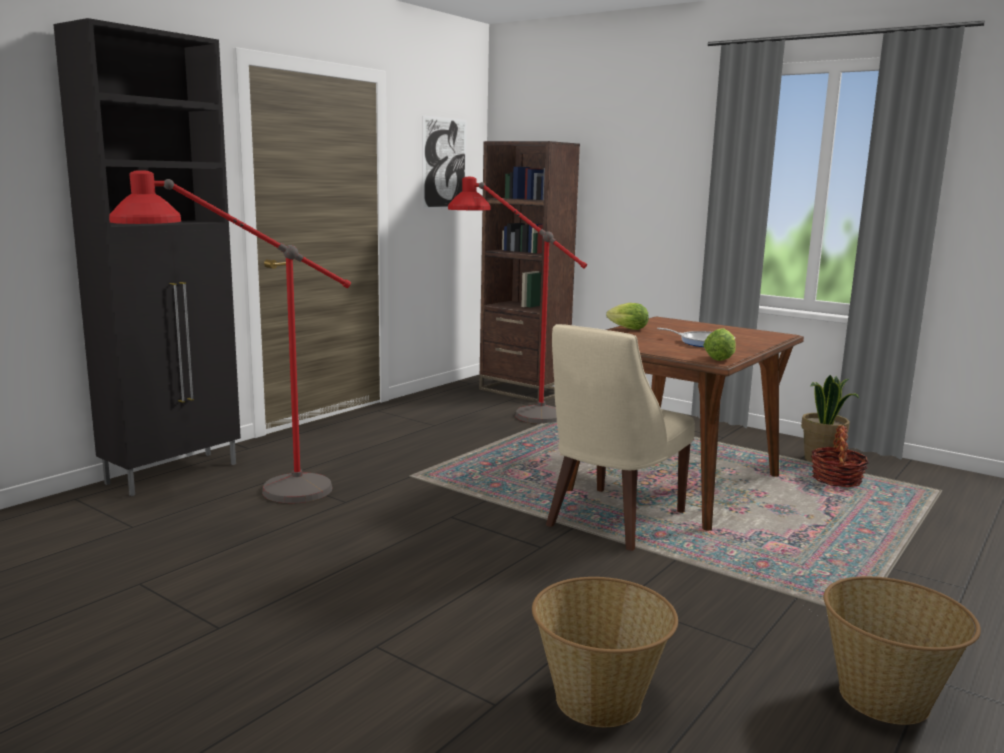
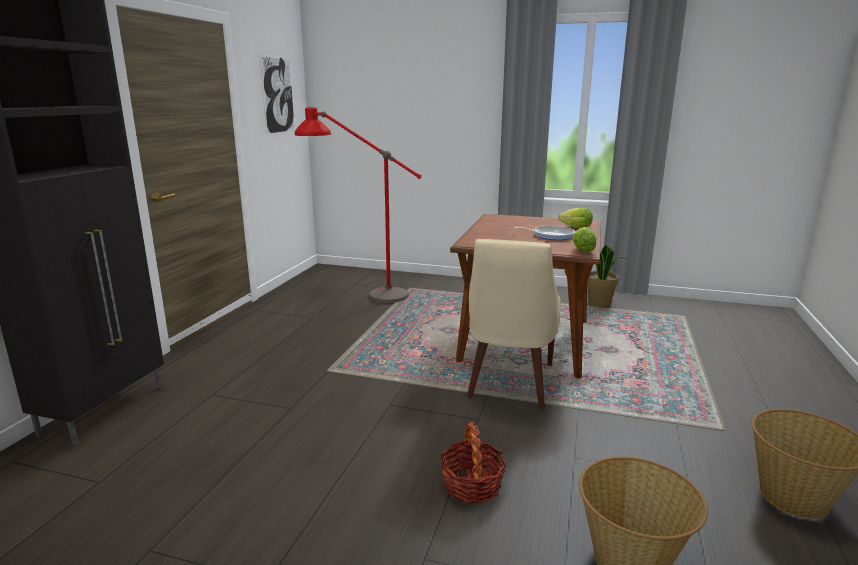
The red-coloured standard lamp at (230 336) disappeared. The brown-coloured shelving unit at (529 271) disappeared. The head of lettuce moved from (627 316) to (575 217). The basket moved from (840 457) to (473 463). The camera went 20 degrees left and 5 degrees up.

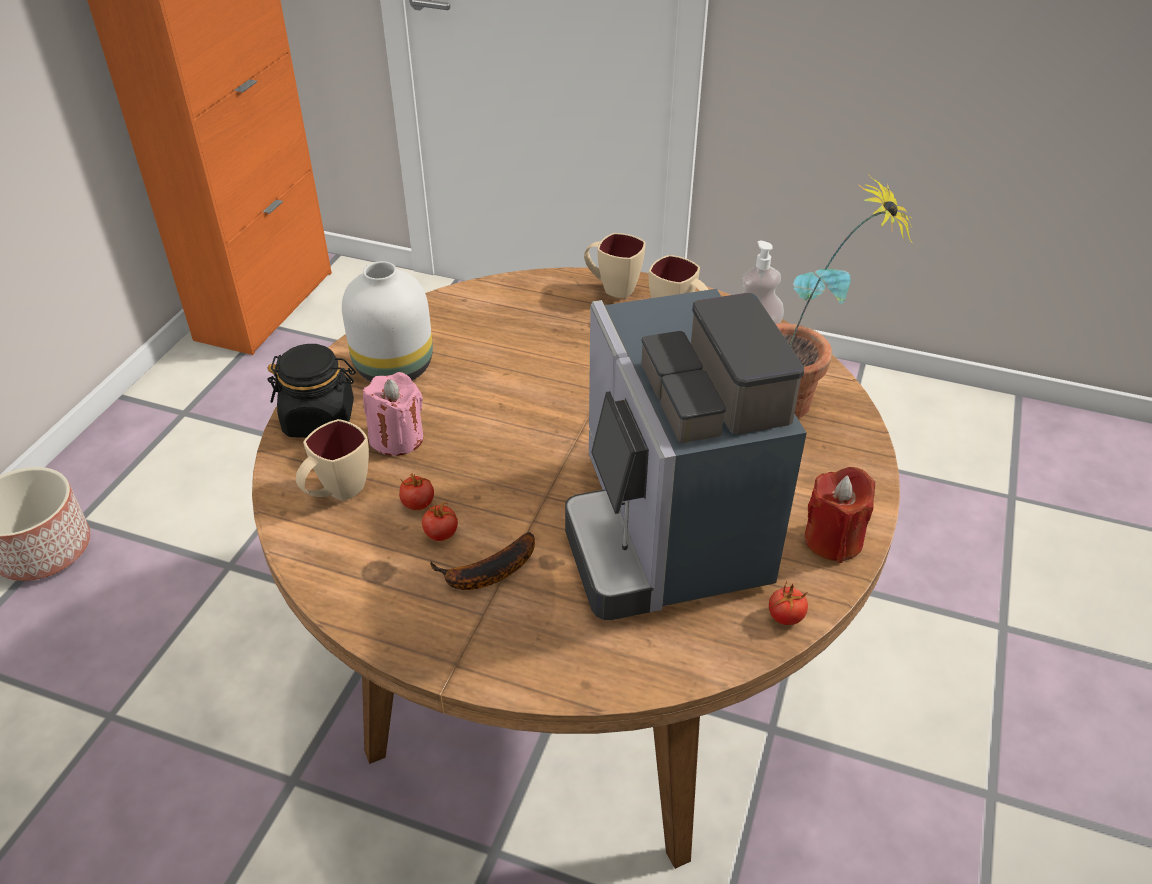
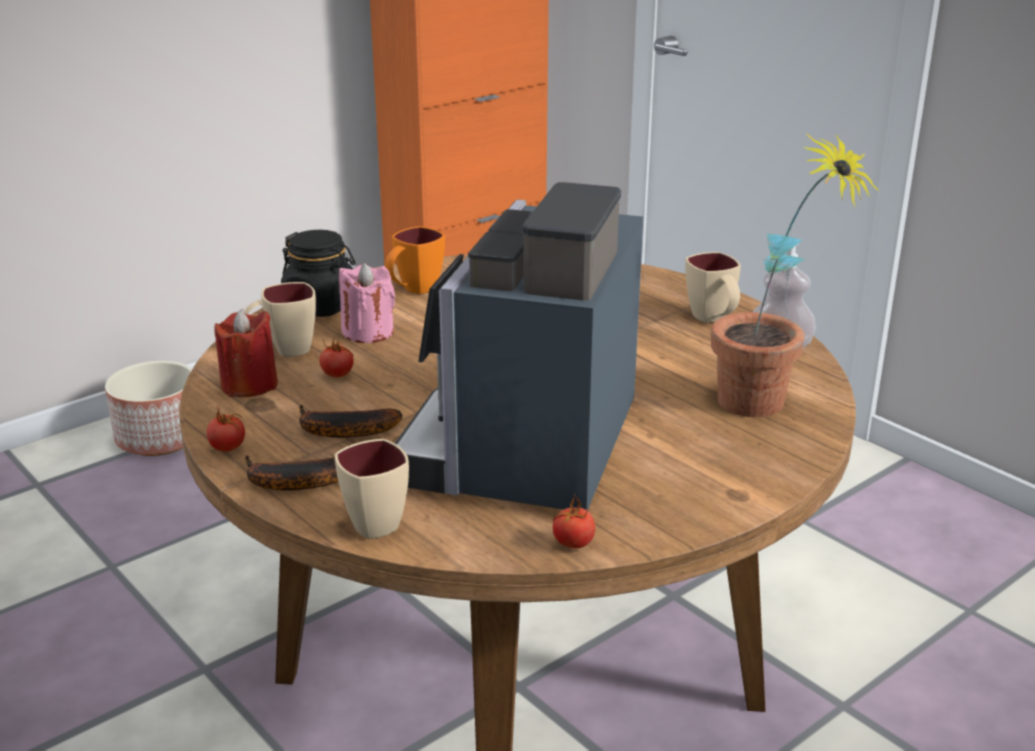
The banana fruit at (292 472) appeared. The whole tomato moved from (440 521) to (226 428). The sand-coloured mug moved from (615 266) to (372 489). The red-coloured wax candle moved from (840 515) to (246 352). The white-coloured vase at (387 321) was replaced by the orange-coloured mug at (415 260). The camera went 30 degrees right and 15 degrees down.

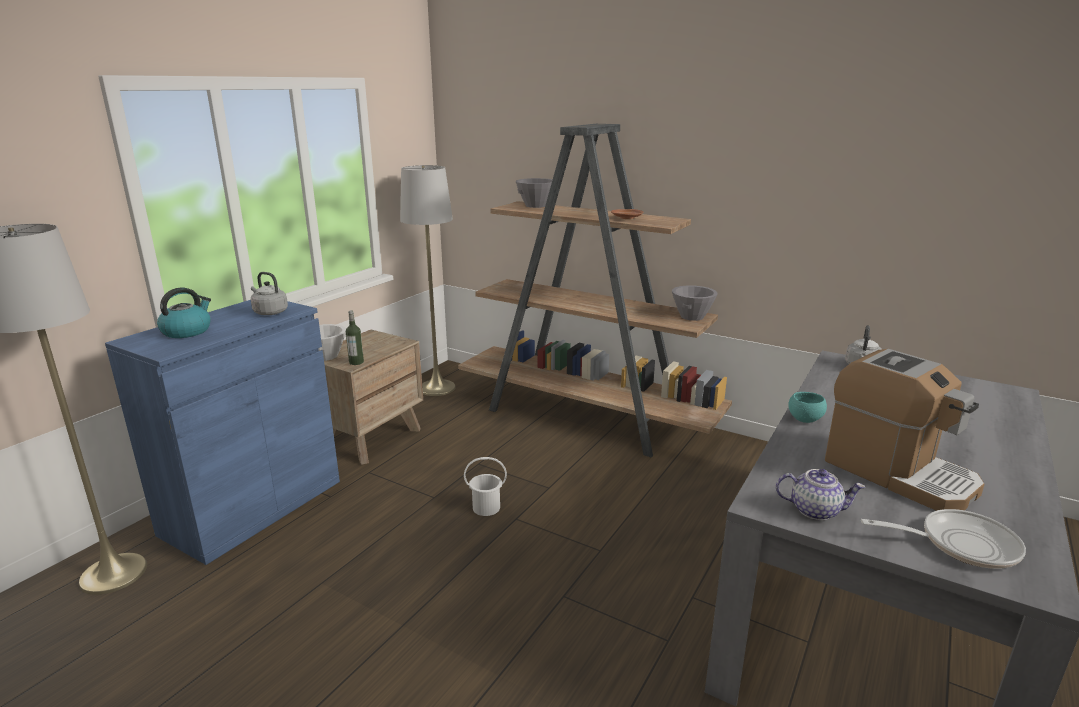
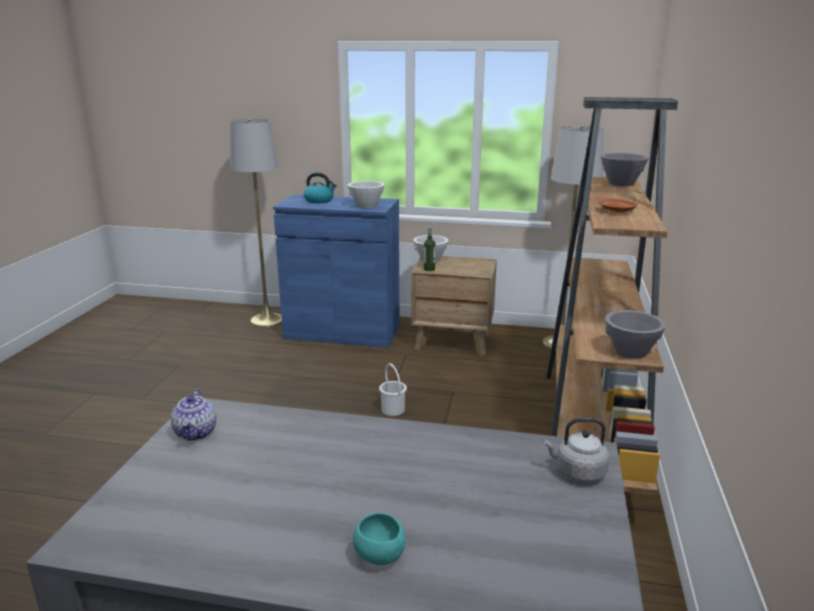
The coffee brewer at (905 430) disappeared. The frying pan at (943 539) disappeared. The turquoise deep dish moved from (807 407) to (379 538). The gray kettle at (269 293) was replaced by the white-coloured deep dish at (366 194). The camera went 70 degrees right and 0 degrees up.

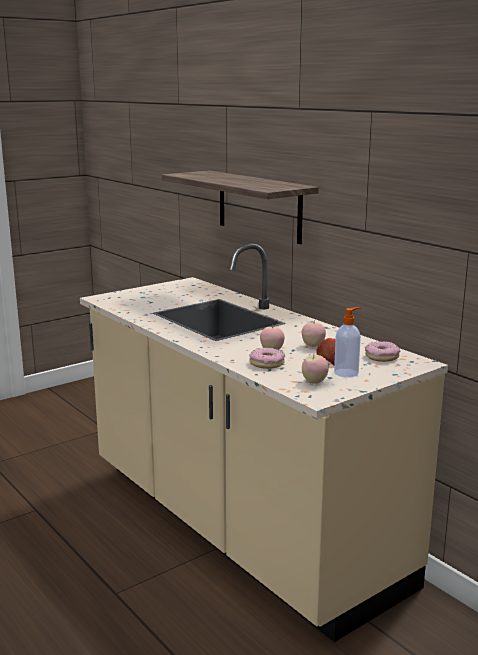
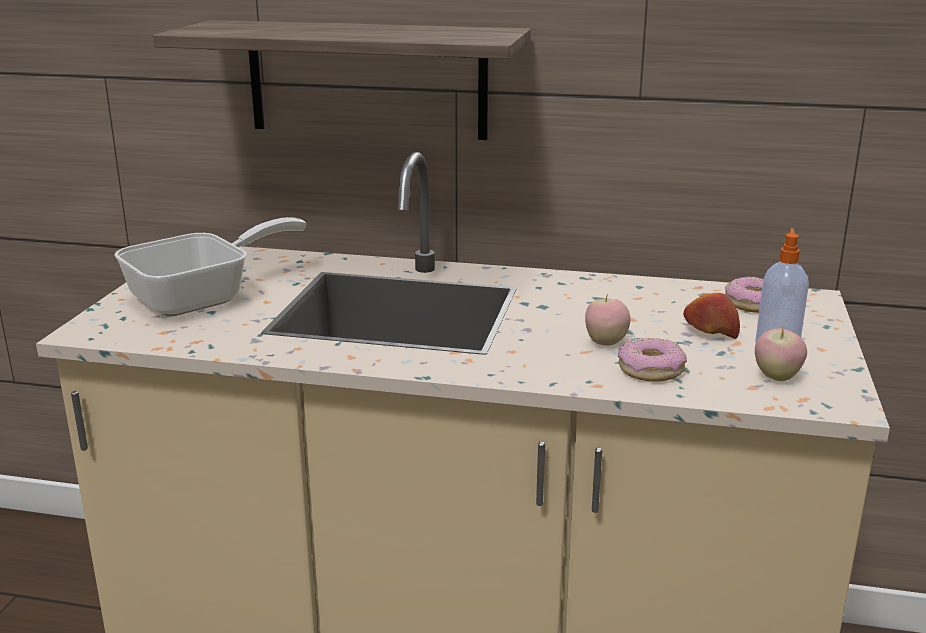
The apple at (314 333) disappeared. The frying pan at (210 267) appeared. The camera went 40 degrees left and 5 degrees up.

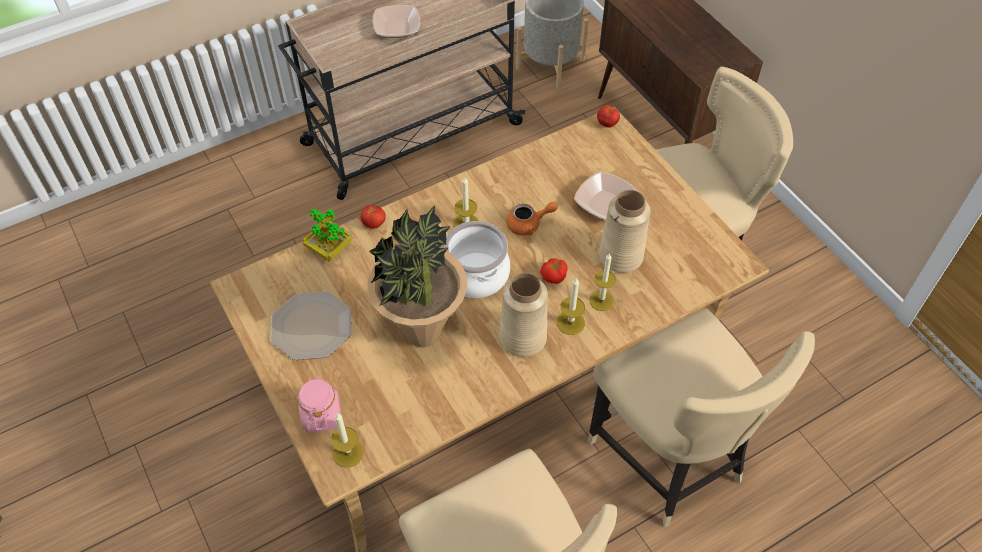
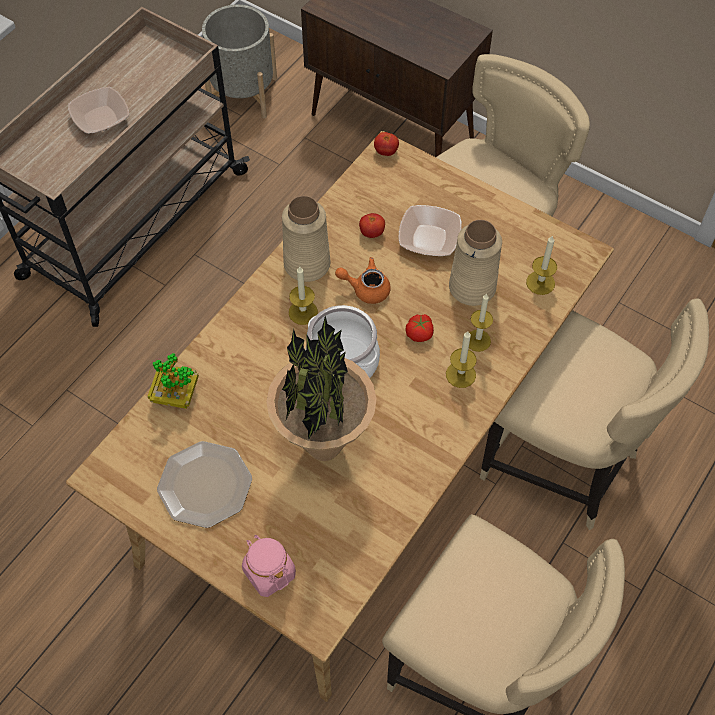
The wax candle moved from (347 440) to (541 265). The whole tomato moved from (373 216) to (372 225). The sand-coloured vase moved from (523 315) to (306 239). The orange-coloured teapot at (532 218) turned 135 degrees counterclockwise. The camera went 25 degrees left and 5 degrees up.

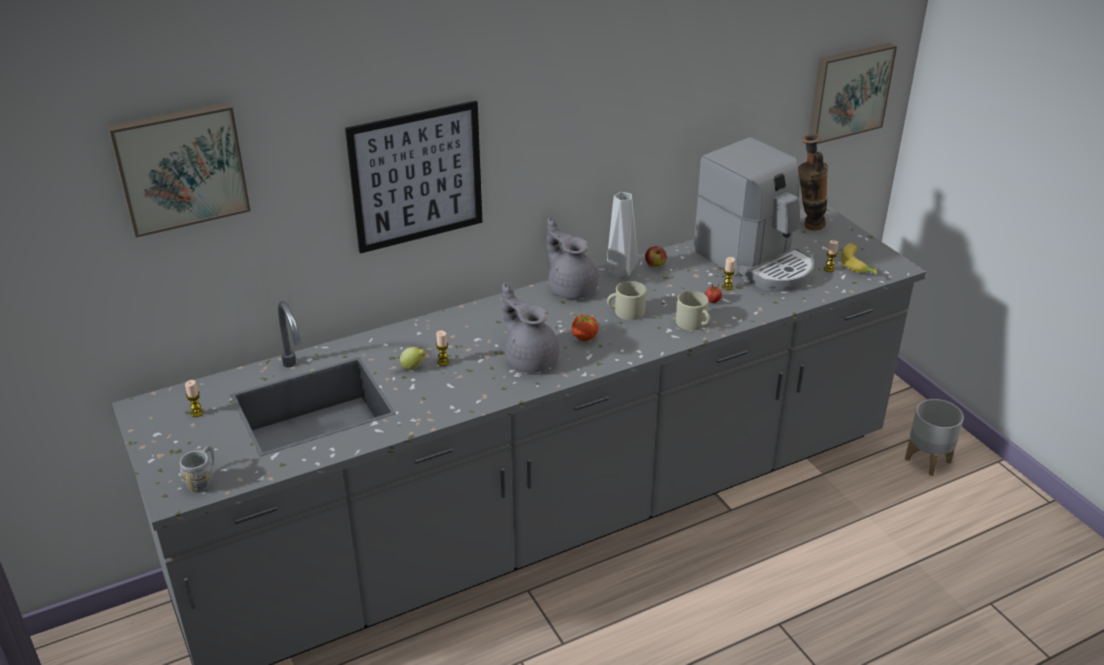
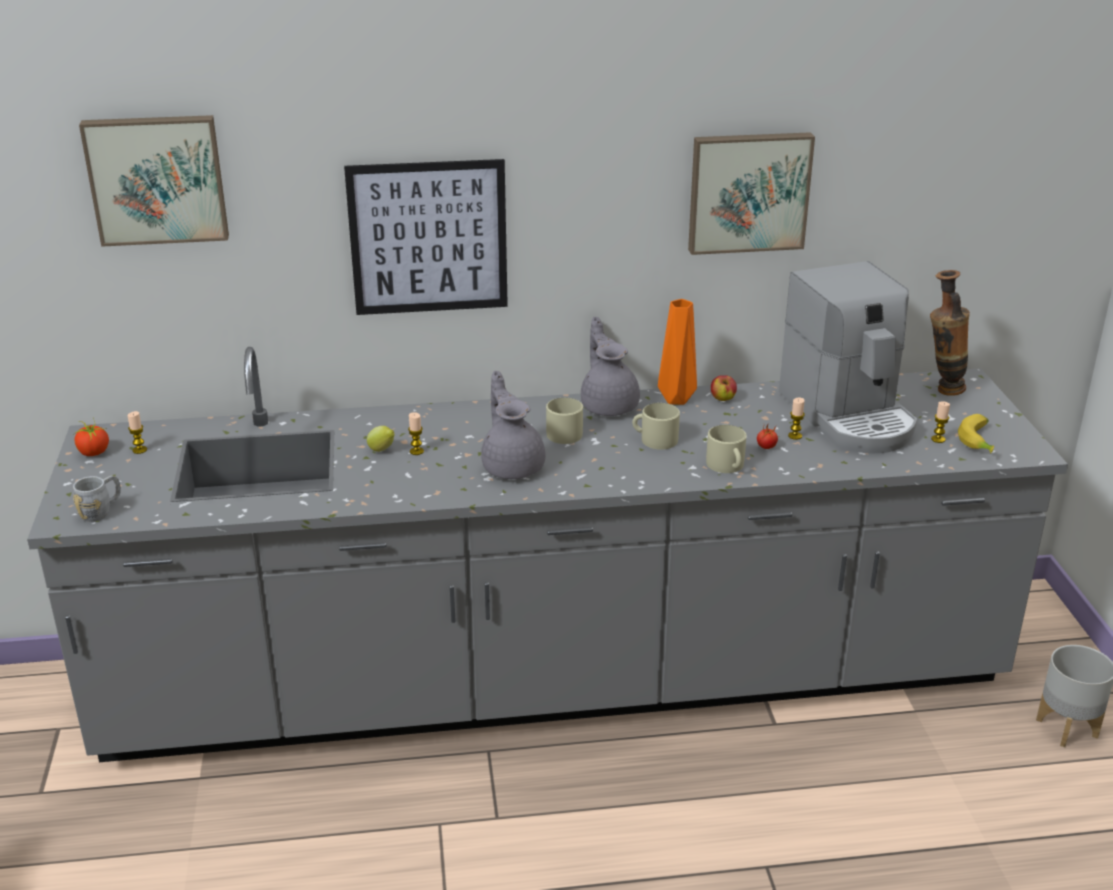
The sand-coloured mug at (564 421) appeared. The whole tomato moved from (584 326) to (90 437). The wall picture moved from (853 93) to (751 193). The gray vase at (622 235) became the orange-coloured vase at (677 352). The camera went 20 degrees right and 5 degrees down.

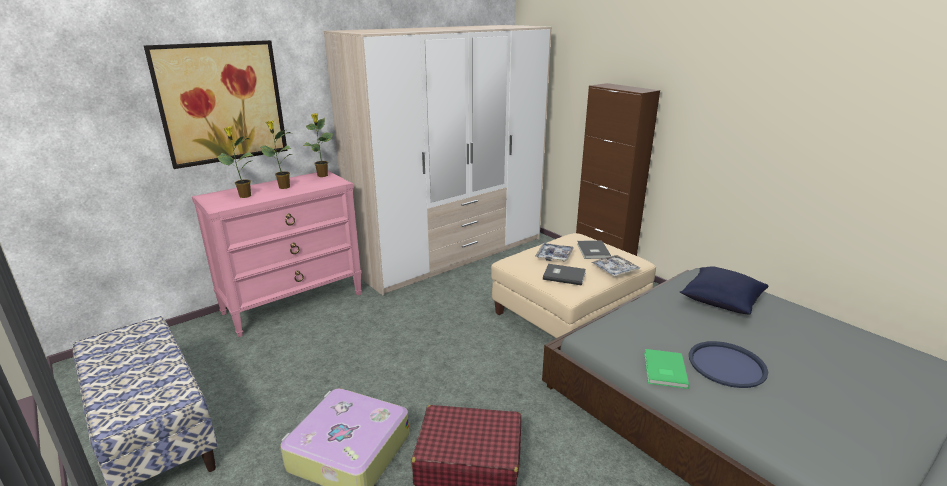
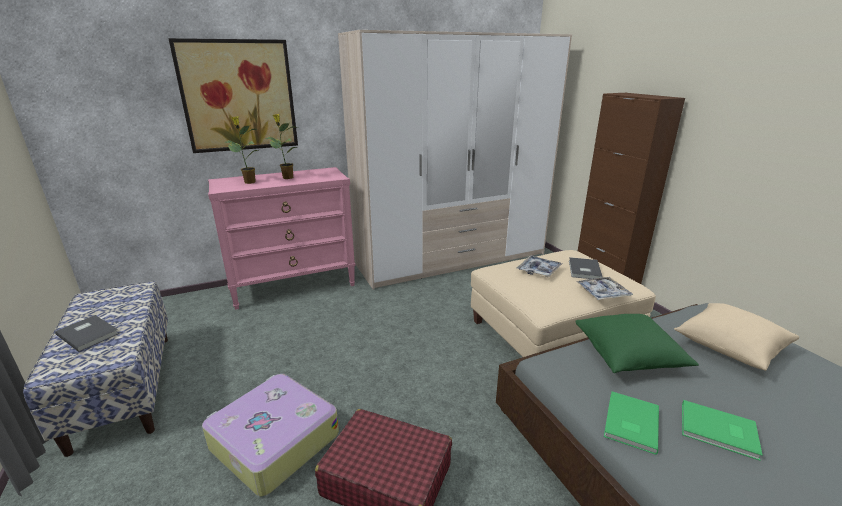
The houseplant at (318 145) disappeared. The green pillow at (637 343) appeared. The gray bound book moved from (564 274) to (87 333). The blue serving tray at (728 364) was replaced by the green bound book at (722 430). The blue pillow at (723 290) became the sand-coloured pillow at (736 337). The camera went 15 degrees right and 0 degrees up.

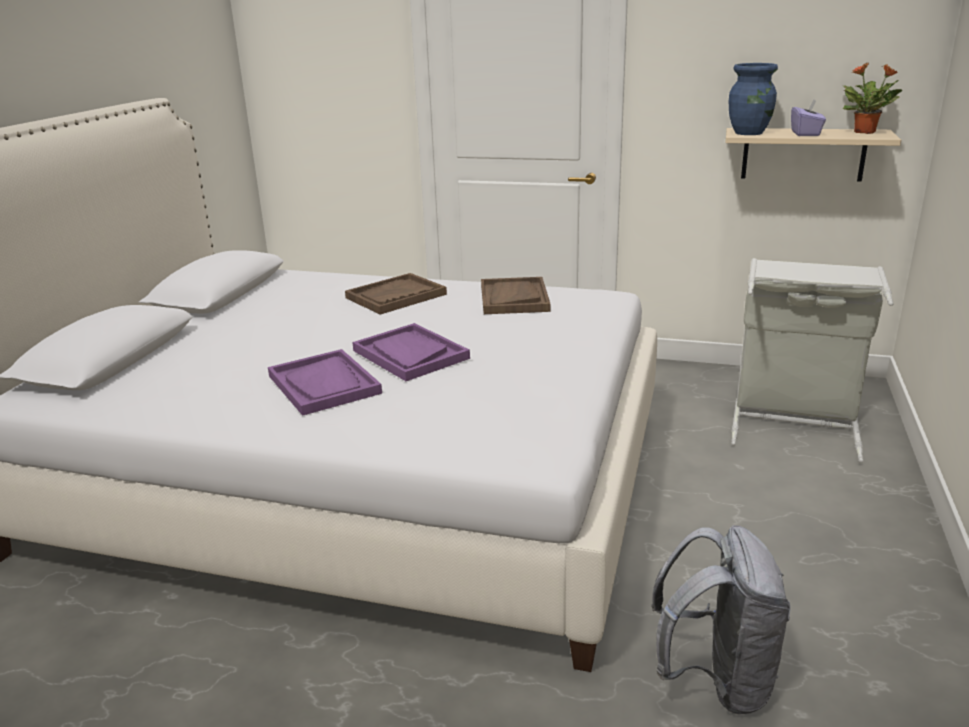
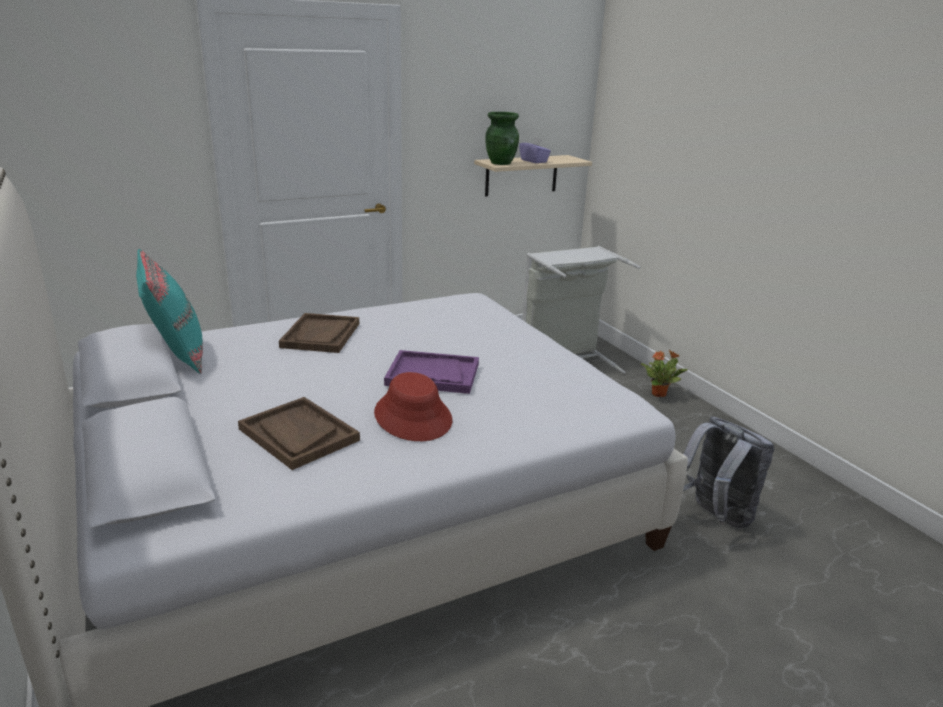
The turquoise pillow at (169 311) appeared. The brown-coloured serving tray moved from (516 295) to (299 433). The houseplant moved from (872 98) to (664 374). The purple serving tray at (325 382) was replaced by the red-coloured wearable hat at (413 406). The blue vase at (753 99) became the green vase at (502 138). The camera went 45 degrees left and 0 degrees up.

